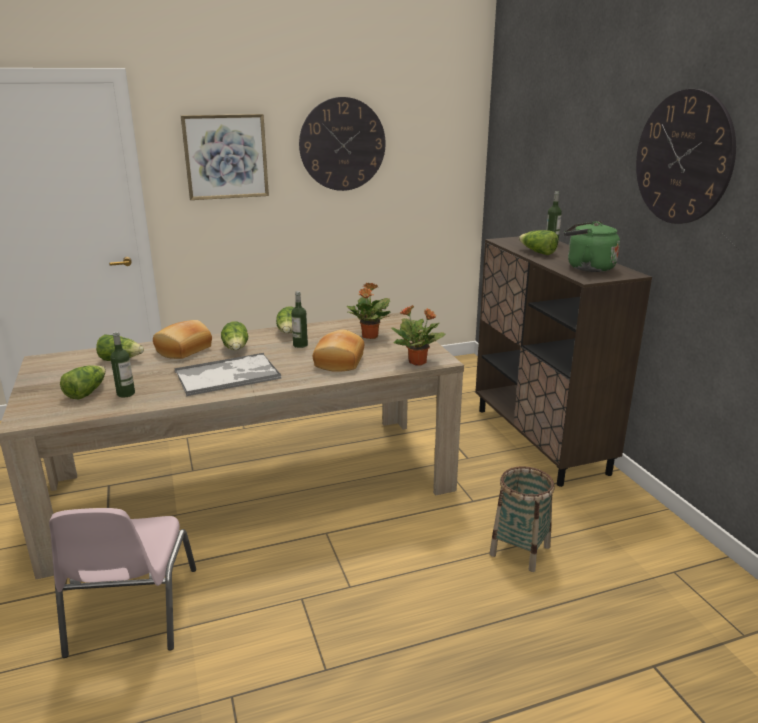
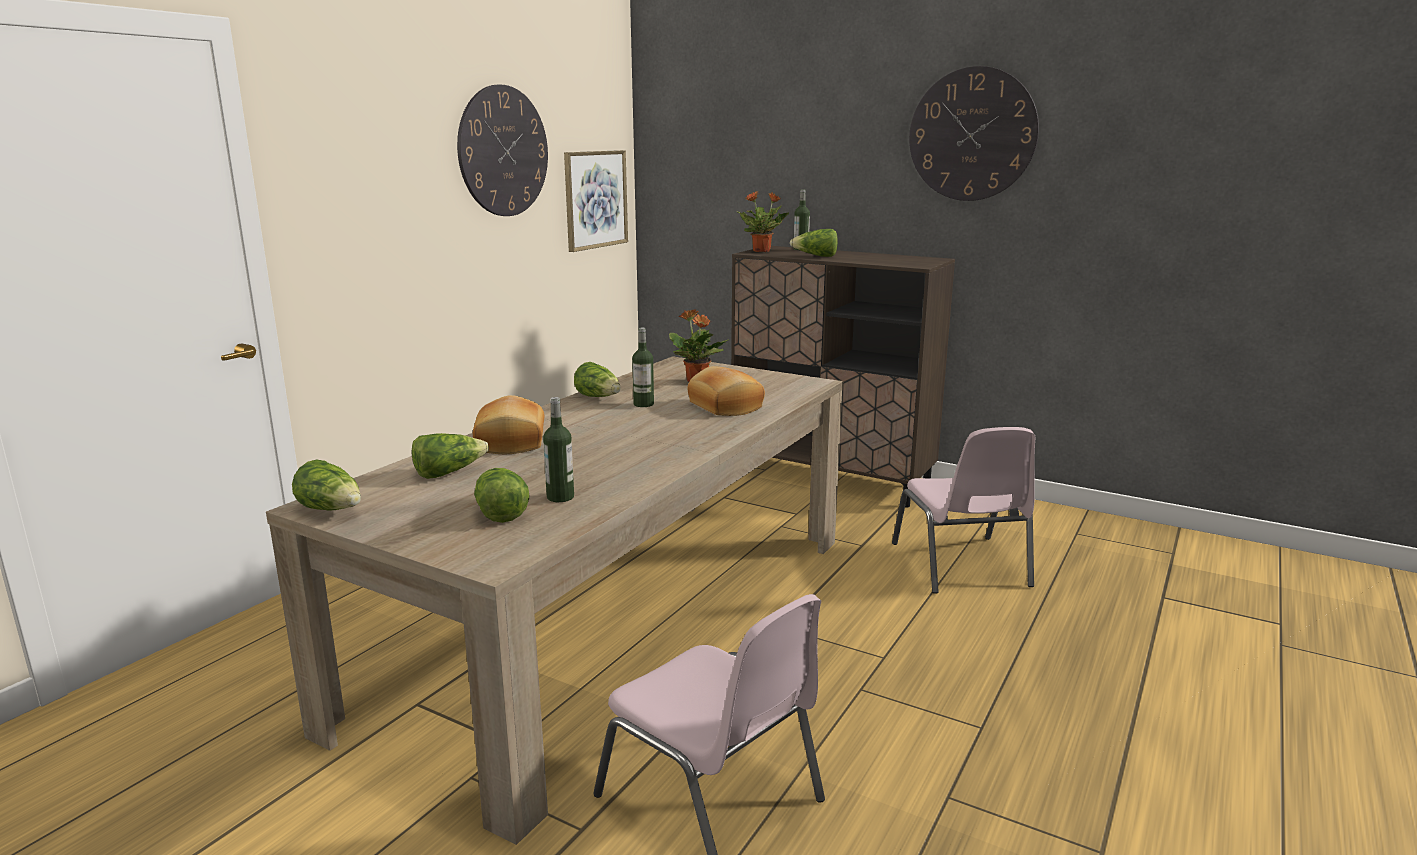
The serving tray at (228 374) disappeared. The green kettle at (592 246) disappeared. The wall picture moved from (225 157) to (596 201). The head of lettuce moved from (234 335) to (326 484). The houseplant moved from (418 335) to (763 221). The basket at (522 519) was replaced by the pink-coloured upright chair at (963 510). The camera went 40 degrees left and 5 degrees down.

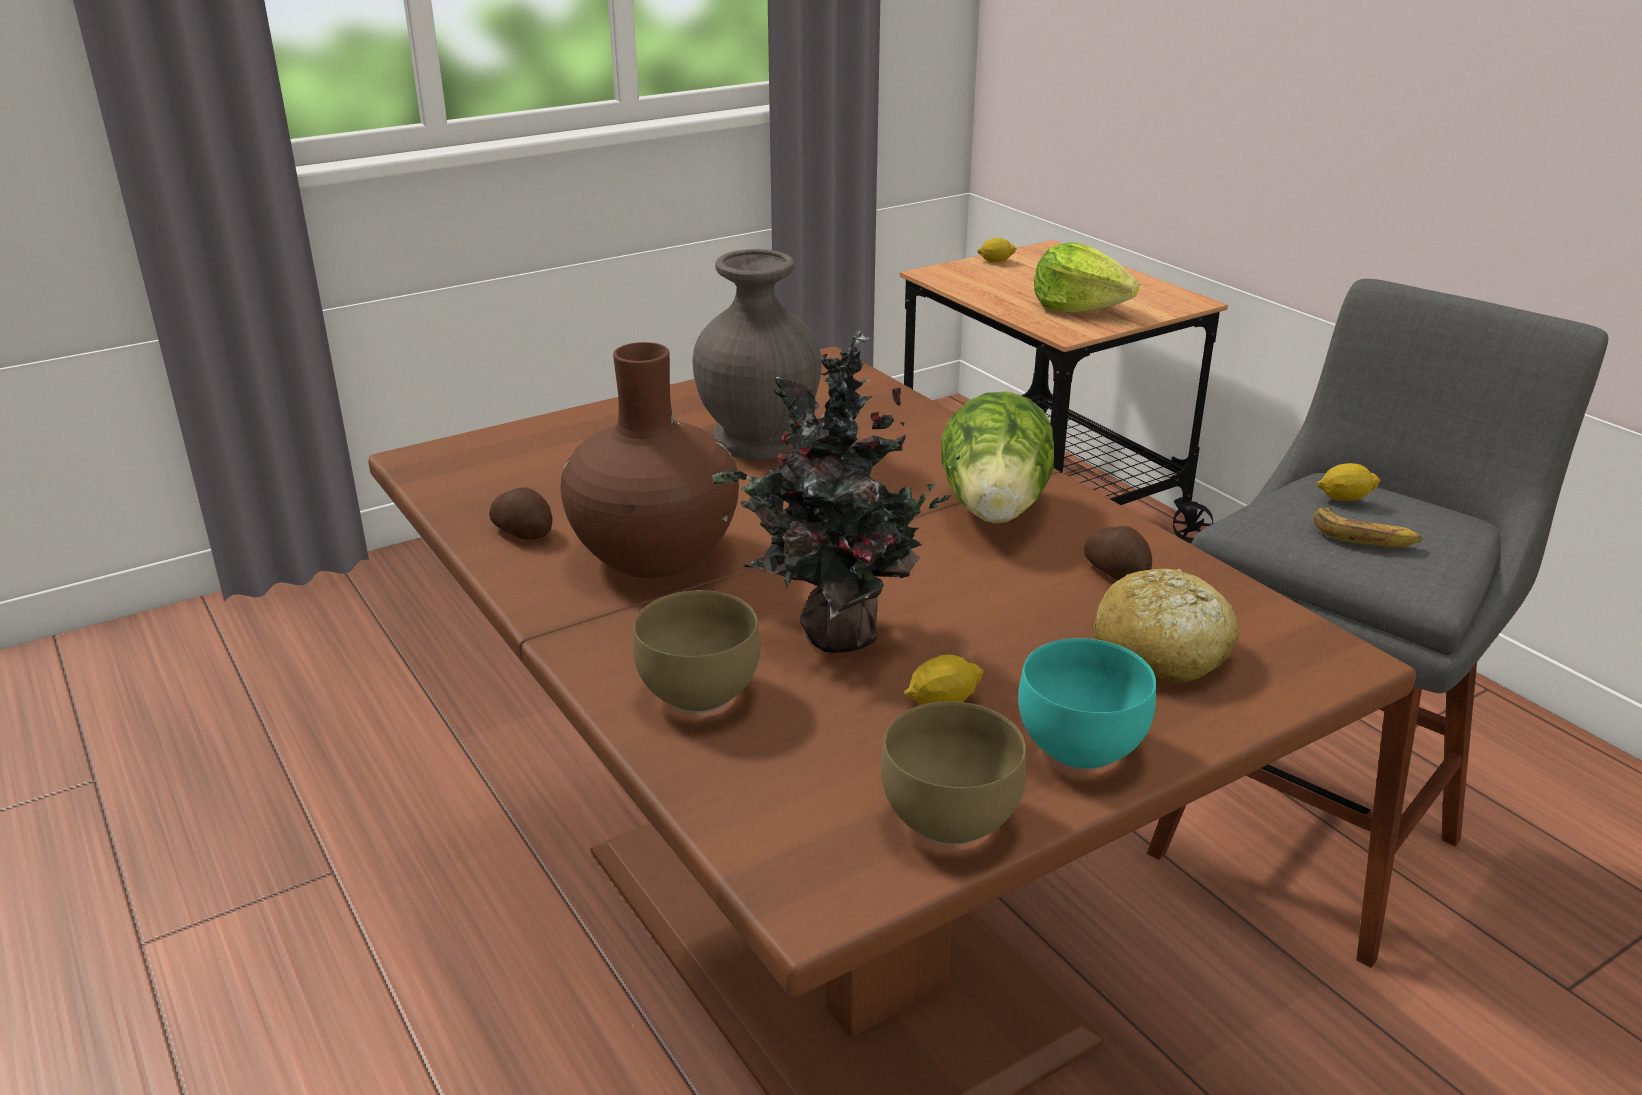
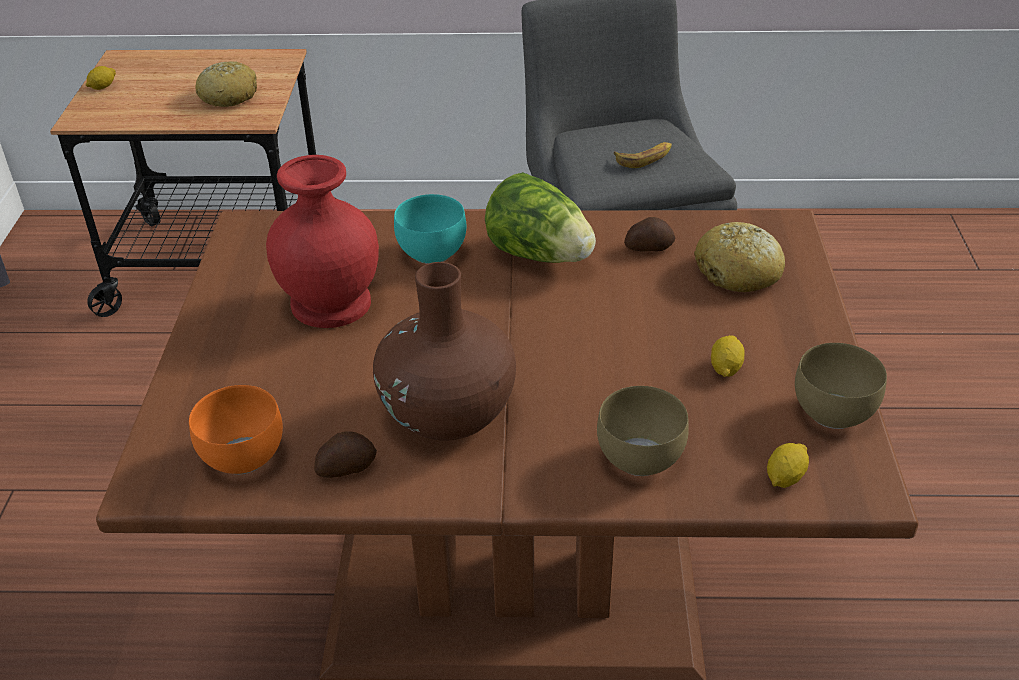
The houseplant at (836 492) disappeared. The orange-coloured deep dish at (236 429) appeared. The turquoise deep dish moved from (1087 704) to (430 229). The citrus fruit moved from (1348 482) to (788 465). The head of lettuce at (1086 277) was replaced by the bakery bread at (226 84). The gray vase at (757 354) became the red-coloured vase at (322 241). The camera went 55 degrees left and 10 degrees up.

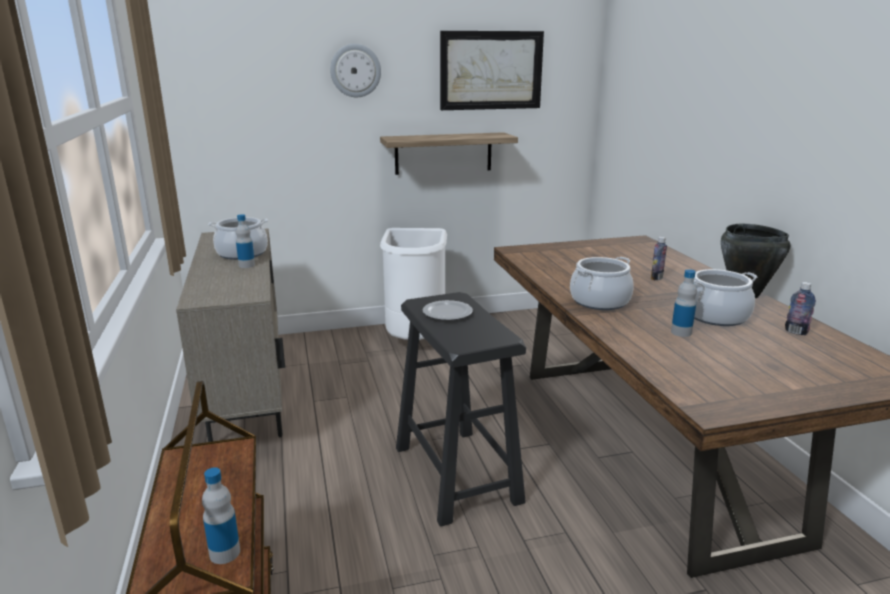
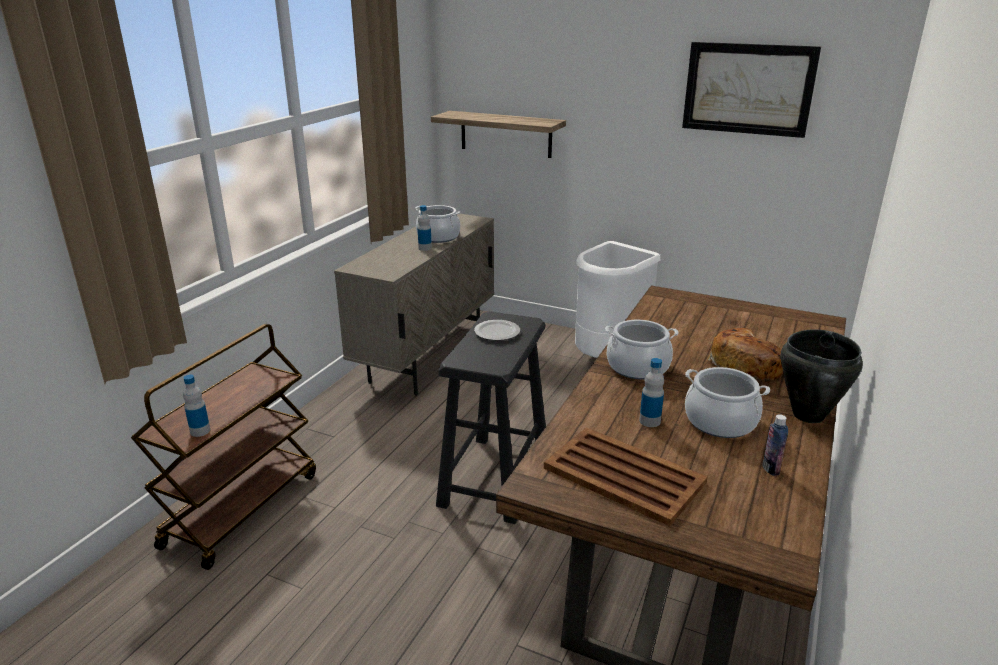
The hanging clock at (355 70) disappeared. The brown-coloured serving tray at (626 476) appeared. The wall shelf moved from (449 153) to (498 134). The drink bottle at (659 258) was replaced by the bakery bread at (745 355). The camera went 40 degrees right and 5 degrees up.

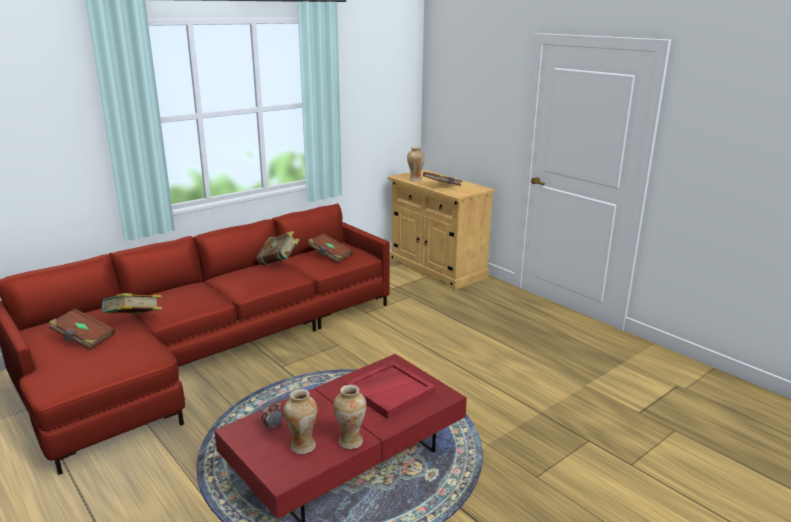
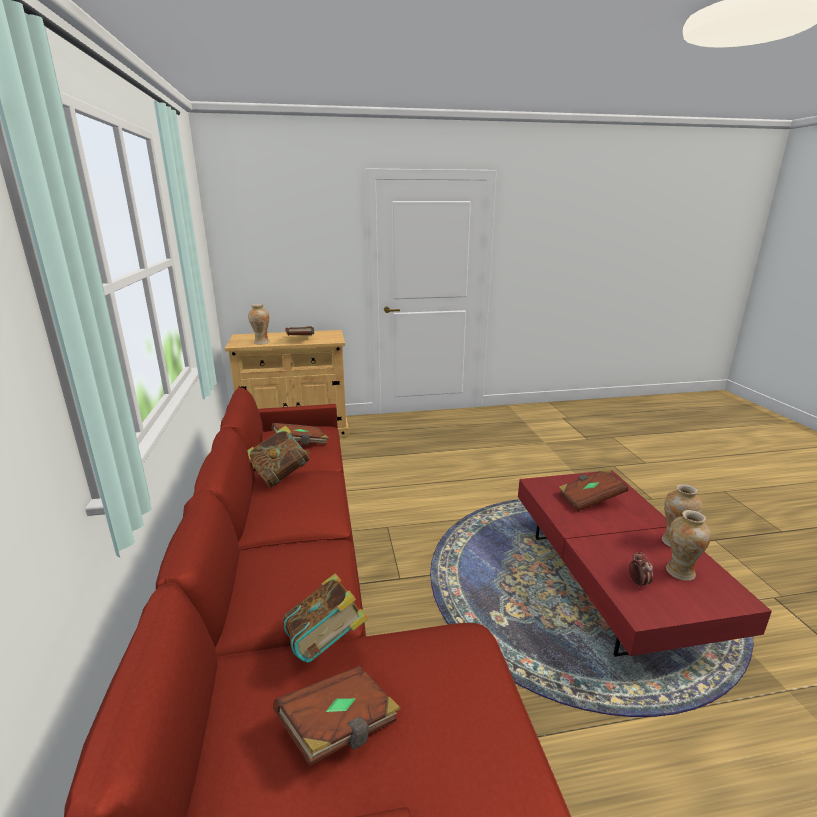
The red-coloured serving tray at (391 390) was replaced by the brown-coloured bound book at (593 489). The camera went 60 degrees left and 0 degrees up.

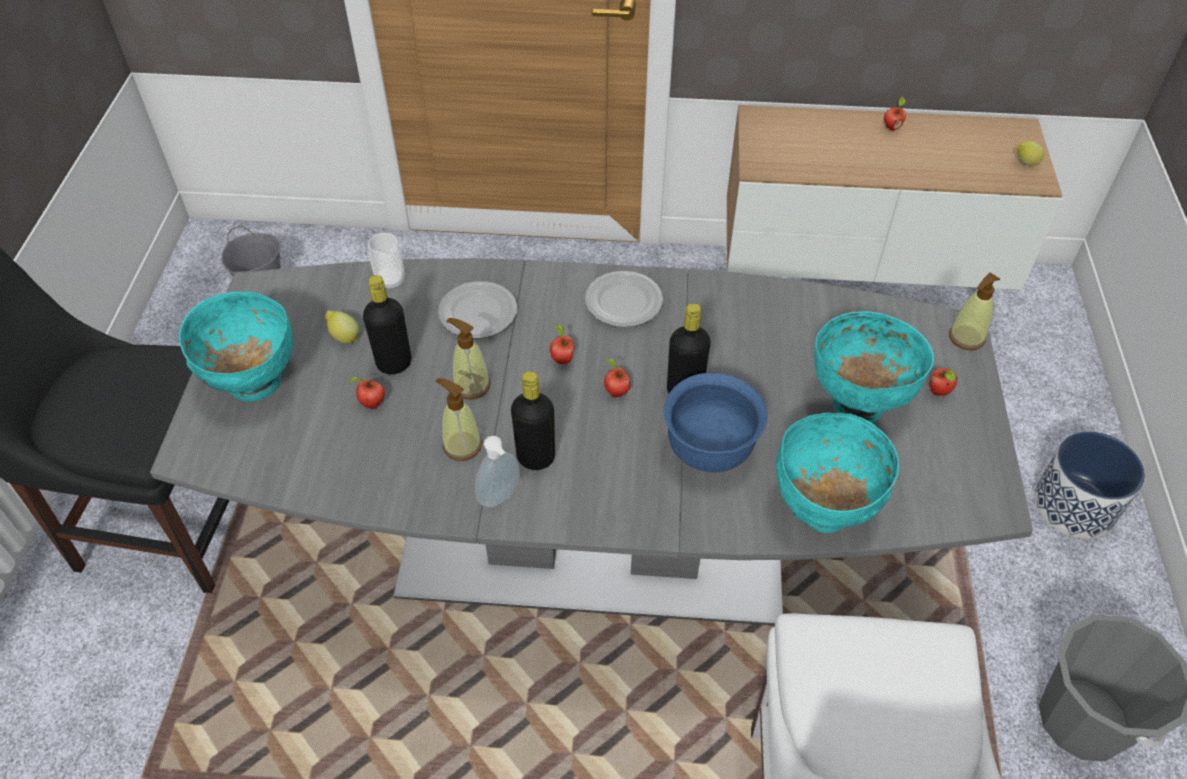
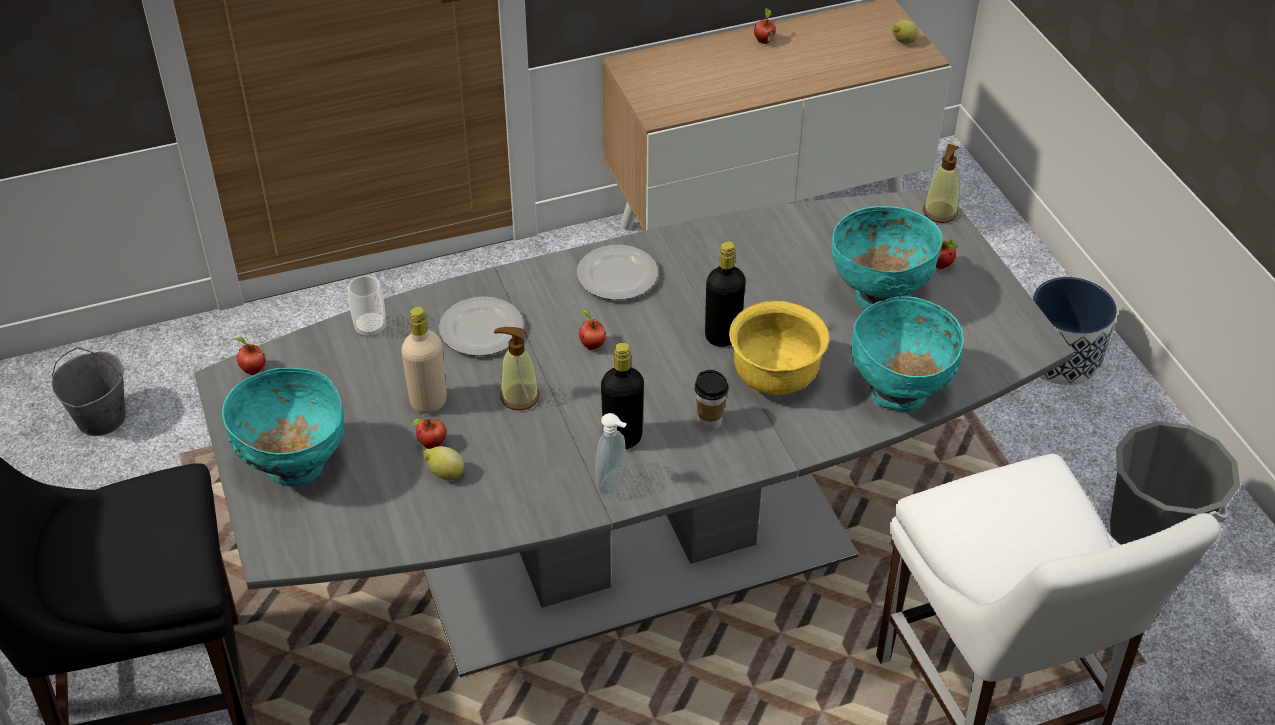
The liquid soap bottle at (458 419) disappeared. The drinking cup at (711 400) appeared. The citrus fruit moved from (342 326) to (443 463). The apple moved from (617 378) to (248 356). The black drink bottle at (387 324) became the sand-coloured drink bottle at (424 360). The blue deep dish at (715 422) became the yellow-coloured deep dish at (779 348). The camera went 25 degrees left and 5 degrees down.

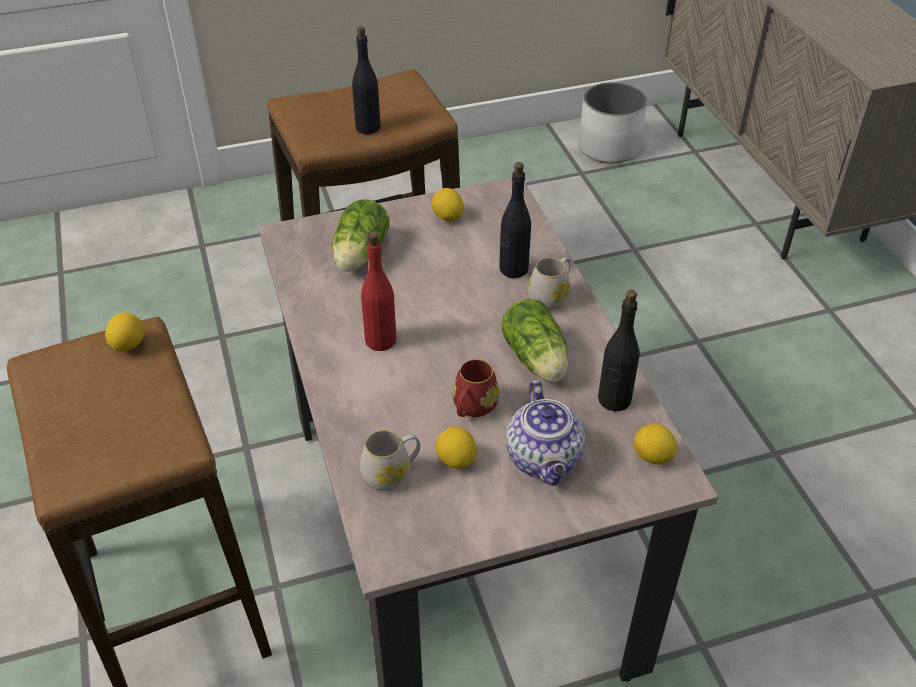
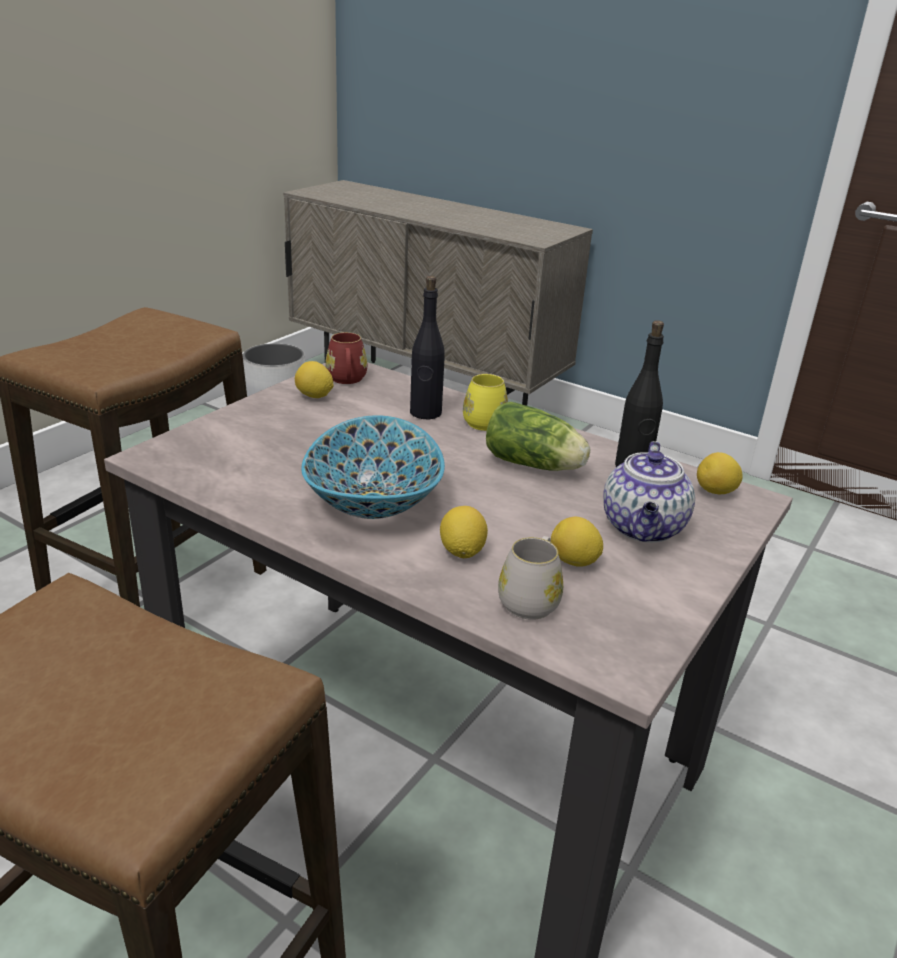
The head of lettuce at (361 235) disappeared. The black drink bottle at (366 80) disappeared. The citrus fruit moved from (125 332) to (464 532). The red-coloured mug moved from (475 388) to (346 358). The red-coloured drink bottle at (379 291) was replaced by the deep dish at (373 467). The white-coloured mug at (549 283) became the yellow-coloured mug at (485 402). The teapot at (545 433) turned 60 degrees clockwise. The camera went 40 degrees left and 15 degrees down.

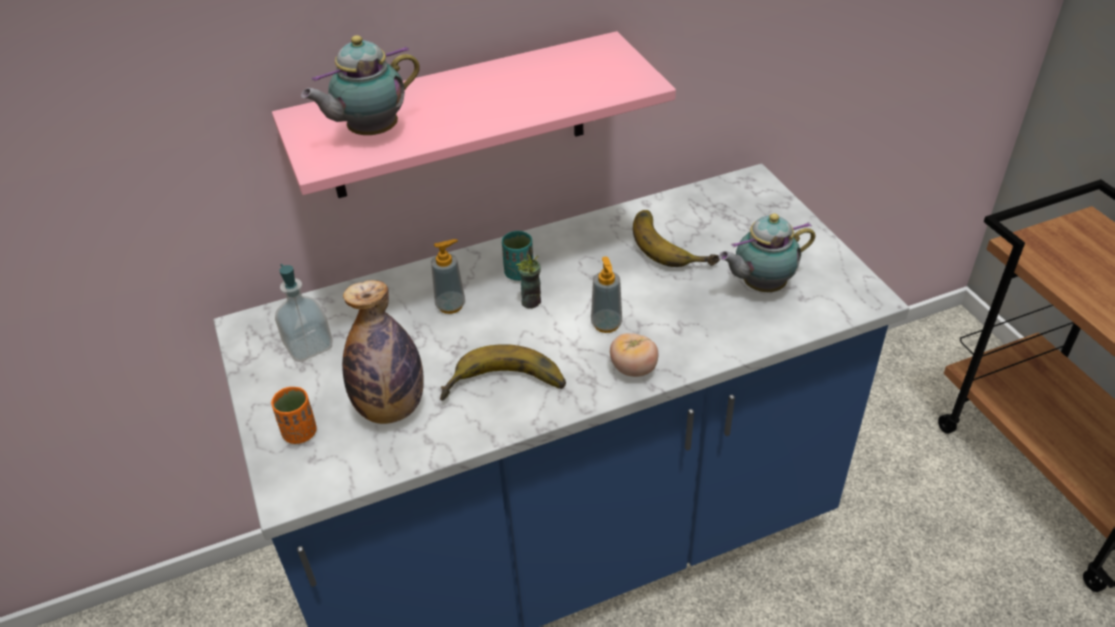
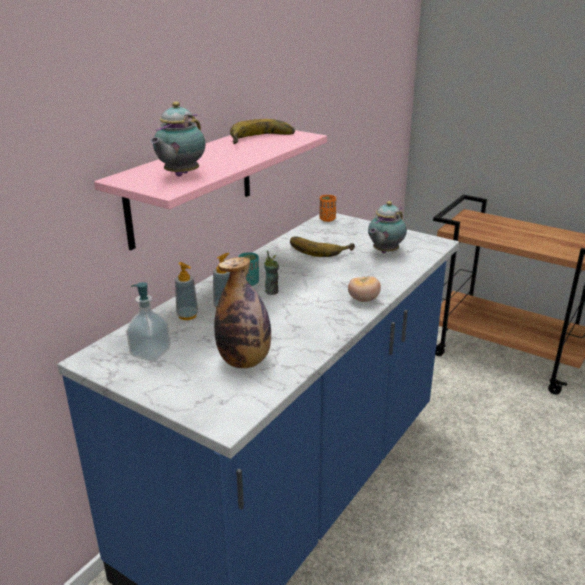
The orange-coloured drinking cup moved from (294 415) to (328 208). The banana fruit moved from (503 372) to (262 131). The liquid soap bottle moved from (606 294) to (186 291). The camera went 35 degrees left and 15 degrees down.

